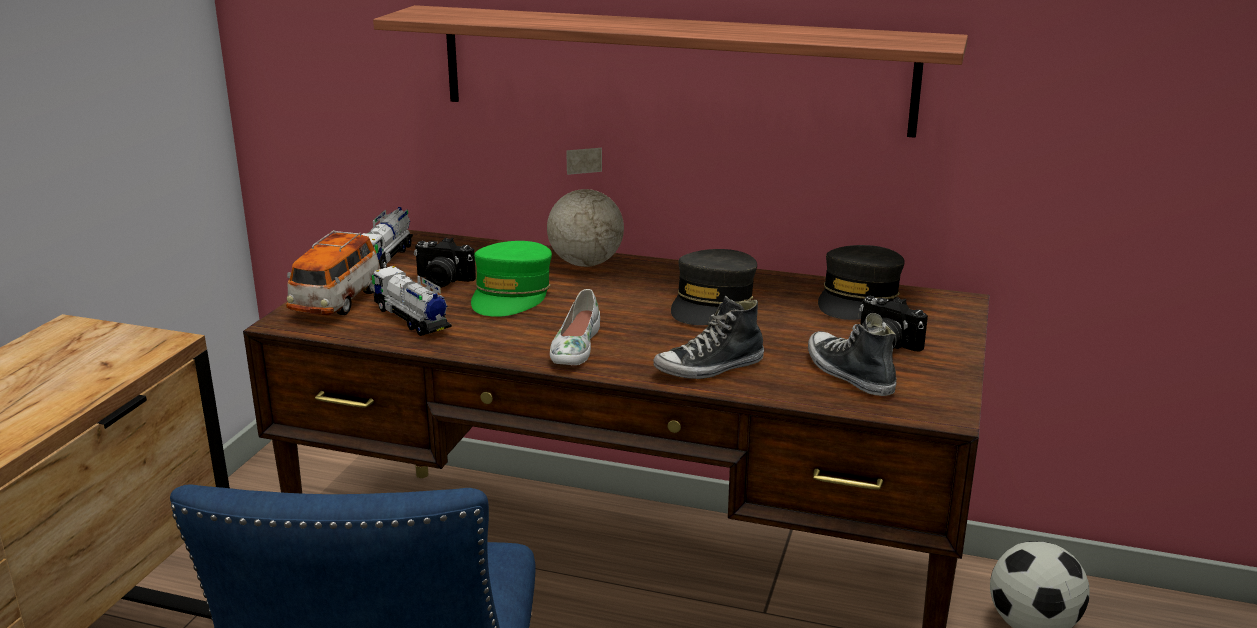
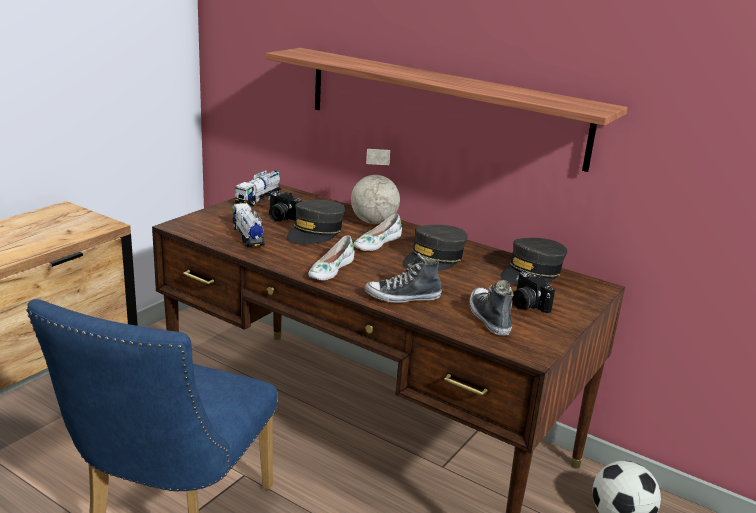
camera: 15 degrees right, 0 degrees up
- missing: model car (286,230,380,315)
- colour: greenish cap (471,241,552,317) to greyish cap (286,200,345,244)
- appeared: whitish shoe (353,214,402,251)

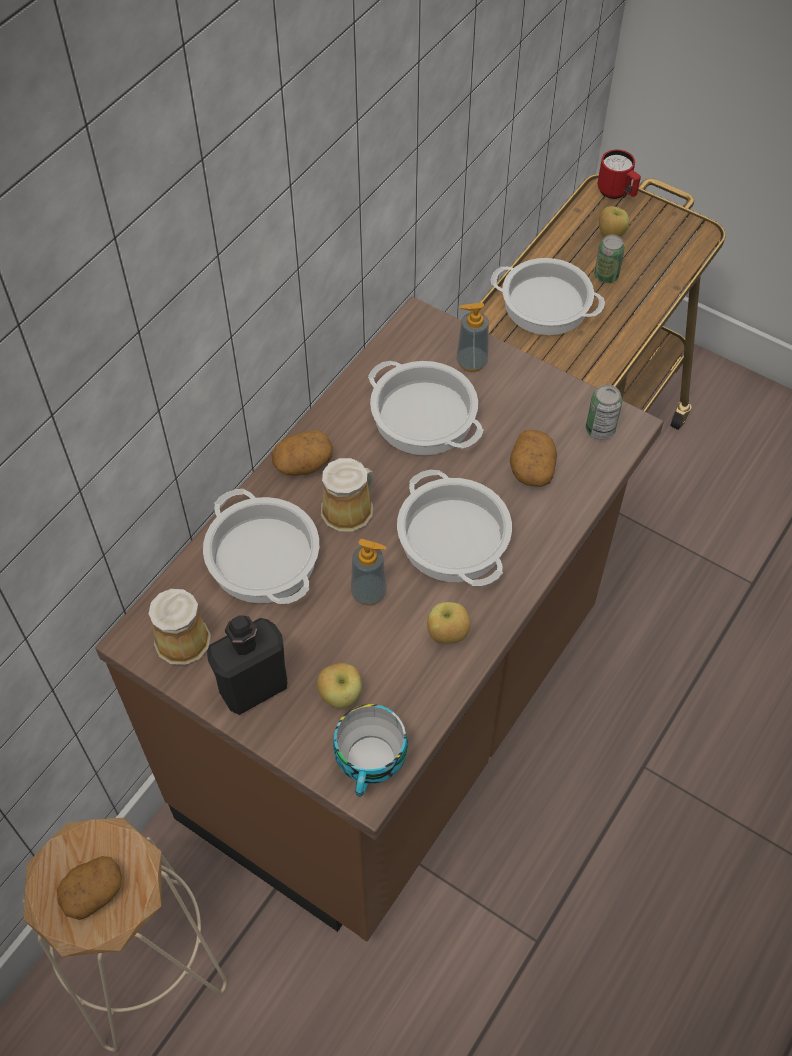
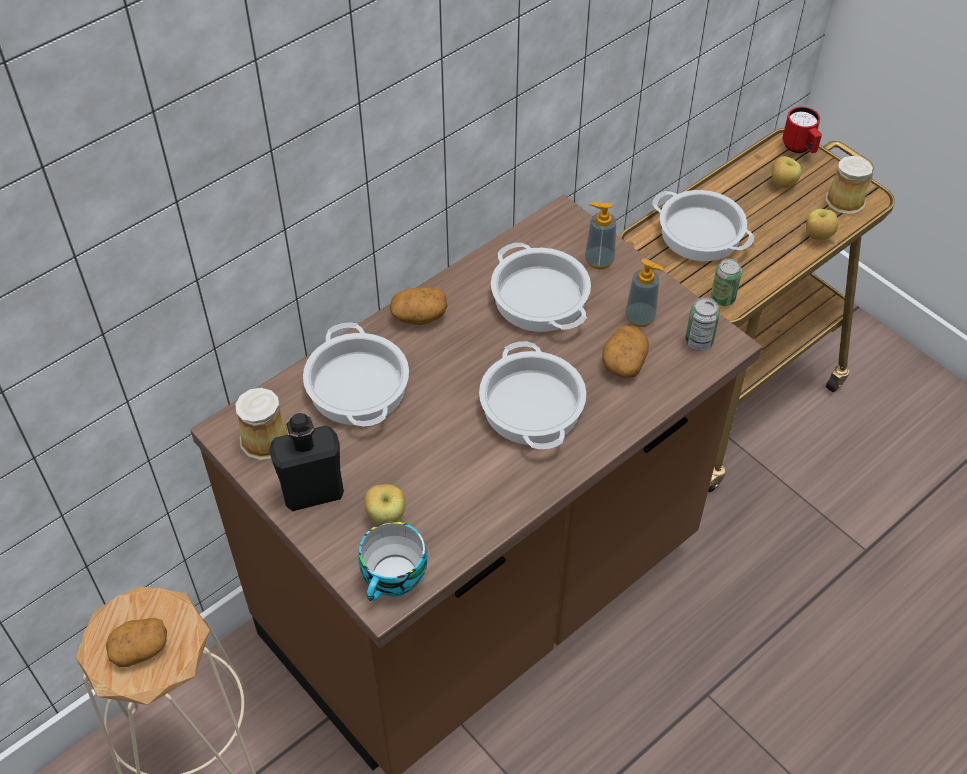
camera: 15 degrees right, 5 degrees down
- relocated: mug (321,458,374,531) to (826,156,873,214)
- relocated: liquid soap bottle (351,539,387,606) to (625,258,664,327)
- relocated: apple fruit (427,602,470,644) to (806,209,838,240)
- relocated: can (594,235,625,283) to (711,259,742,306)

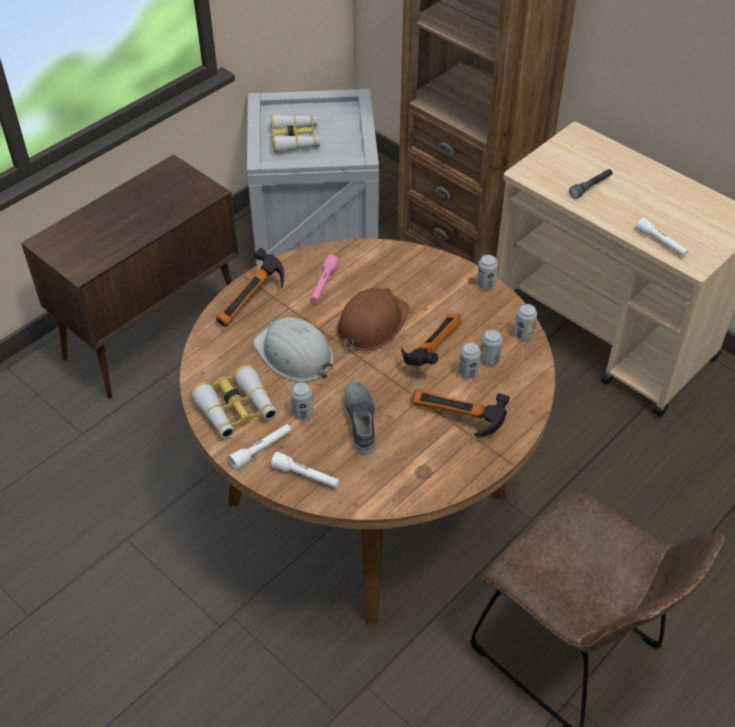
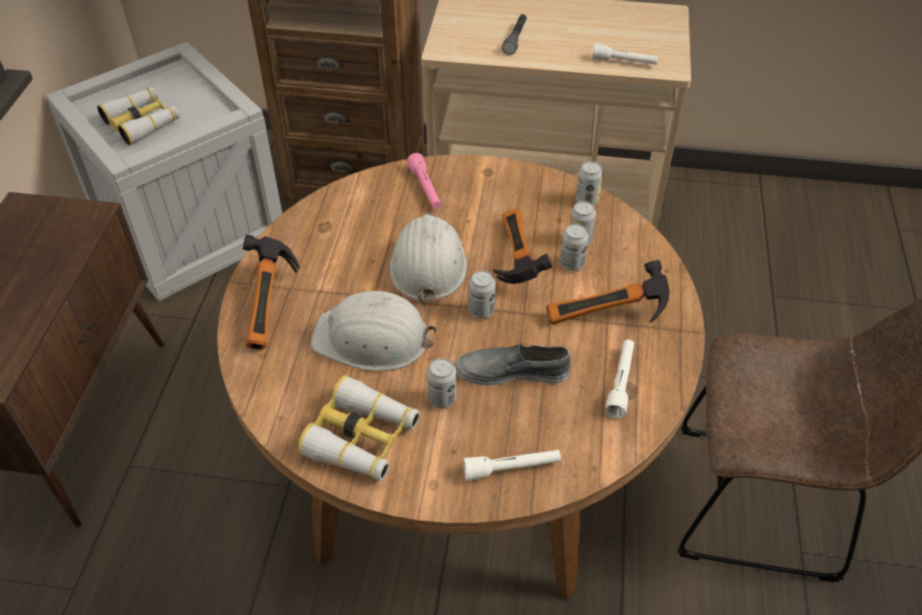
camera: 35 degrees left, 0 degrees up
- relocated: whitish torch (228,424,291,470) to (605,339,634,419)
- relocated: pink-coloured torch (310,255,339,303) to (407,153,441,209)
- colour: brown-coloured safety helmet (336,288,410,351) to whitish safety helmet (389,213,467,305)
- spun: greyish shoe (344,381,375,454) = (455,343,571,386) 45 degrees counterclockwise
- relocated: can (477,254,498,290) to (469,270,496,319)

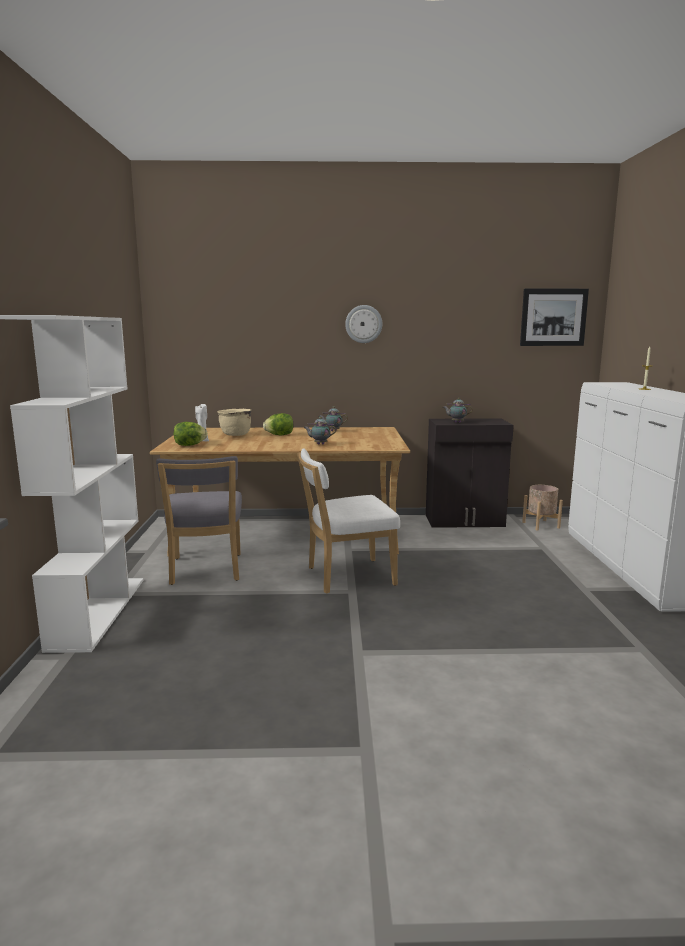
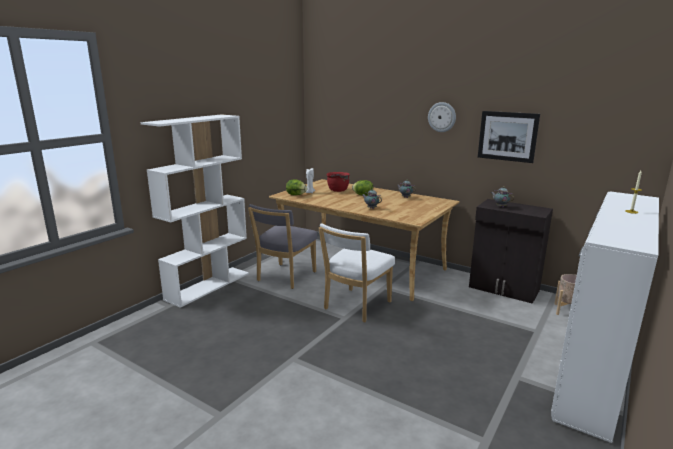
camera: 35 degrees right, 5 degrees up
- colour: beige-coloured cooking pot (217,409,251,436) to red-coloured cooking pot (326,172,350,192)
- spun: whitish chair (297,448,400,594) = (318,223,395,323) 75 degrees counterclockwise
- relocated: picture (520,289,589,346) to (478,111,540,163)

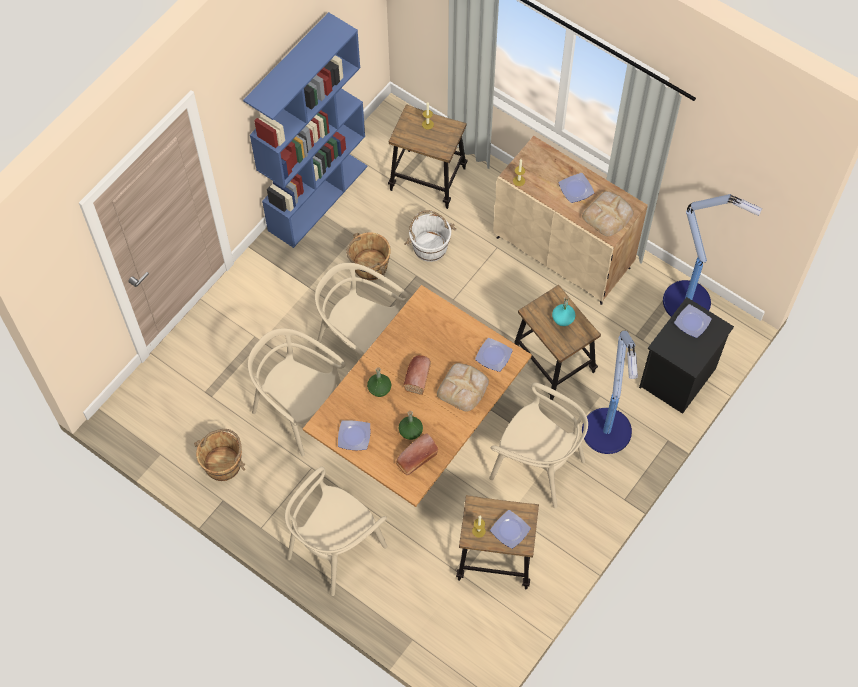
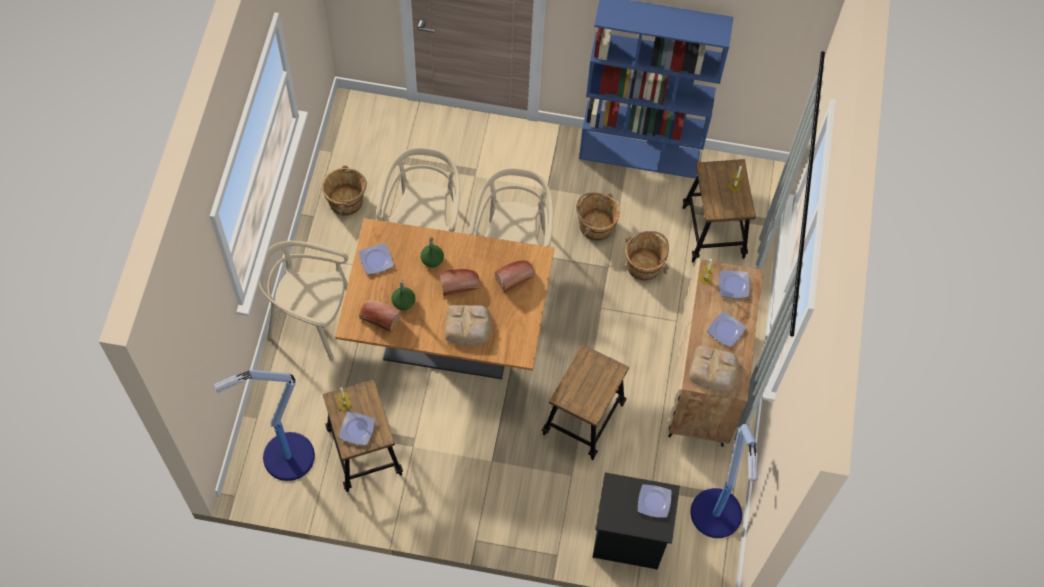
camera: 60 degrees right, 0 degrees up
- colour: whitish pail (405,210,457,262) to brown-coloured pail (624,231,669,281)
- relocated: plate (475,338,513,372) to (719,270,750,298)
- missing: beige-coloured chair (489,382,588,508)
- missing: blue-green beverage bottle (552,296,575,326)
- relocated: floor lamp (582,330,638,454) to (214,370,315,481)
- appeared: bread (495,260,535,293)

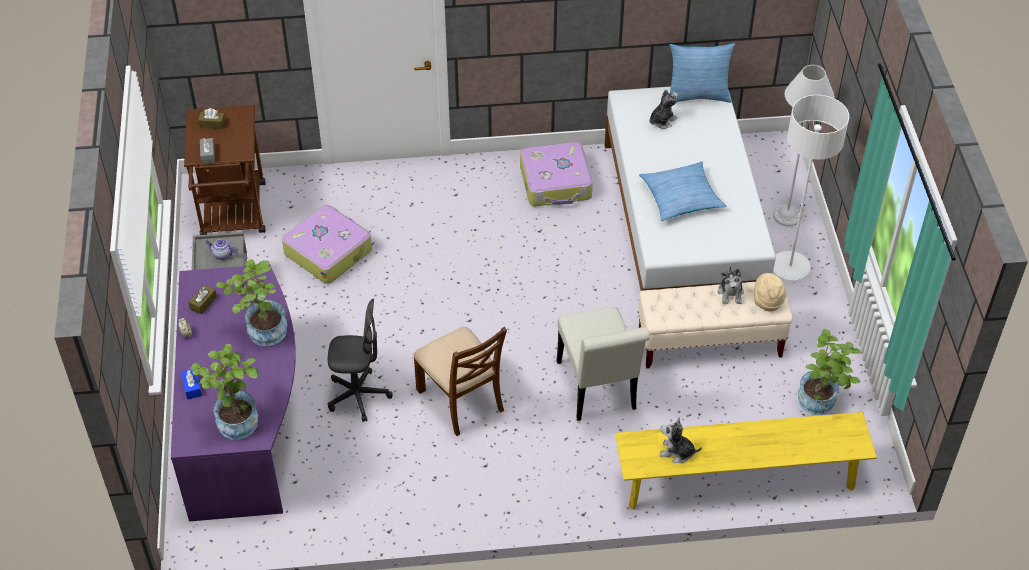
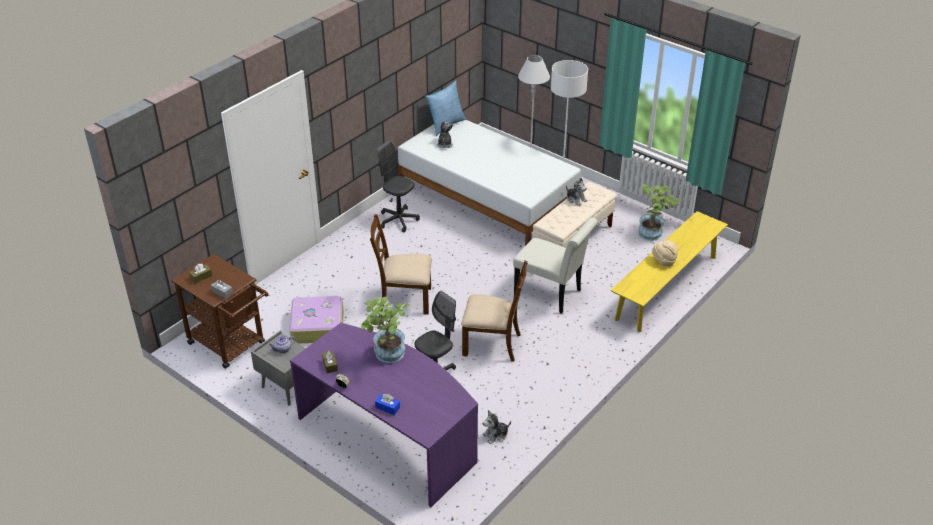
camera: 45 degrees left, 10 degrees down
- missing: potted plant (190,344,259,440)
- exchanged: piece of luggage (520,142,593,206) to greyish desk chair (377,140,420,232)
- missing: pillow (639,161,727,221)
- relocated: cuddly toy (660,417,702,463) to (482,410,511,444)
- relocated: beige-coloured wearable hat (754,273,787,311) to (652,240,678,266)
- appeared: brown-coloured chair (370,214,432,314)

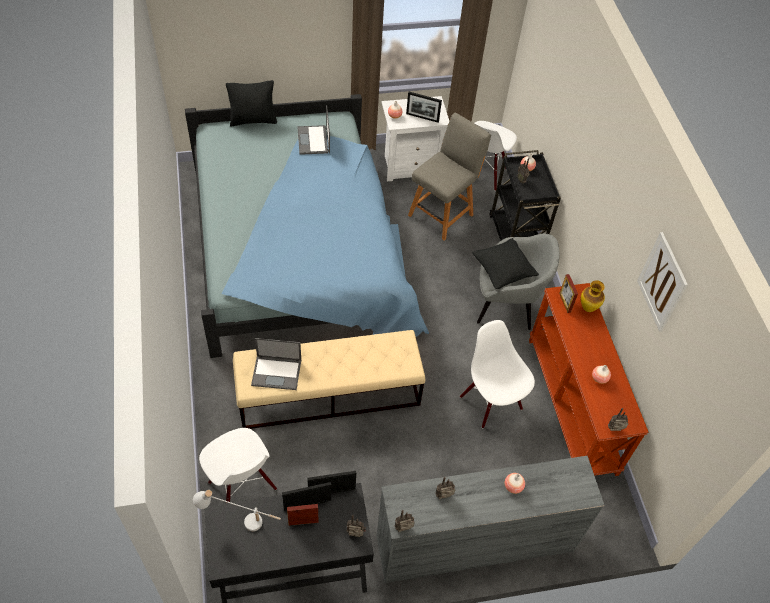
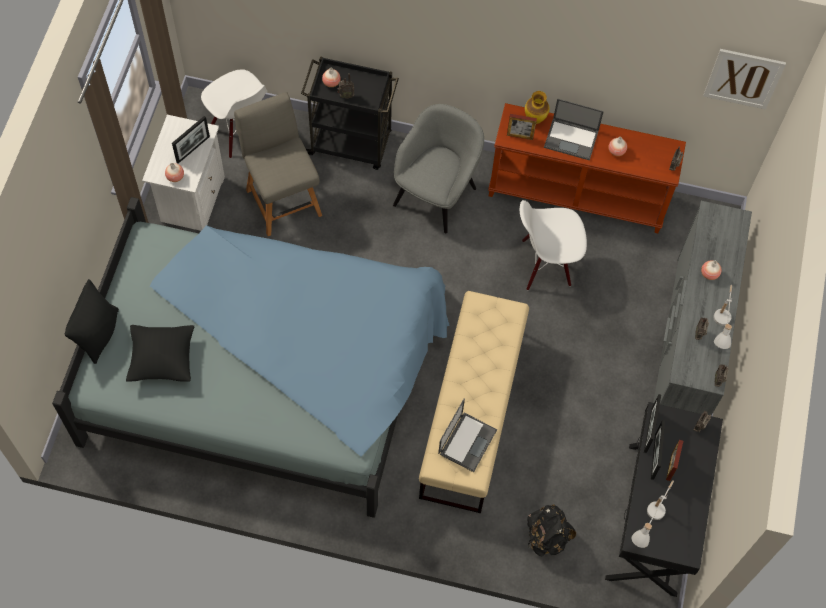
camera: 65 degrees left, 10 degrees up
- exchanged: whitish chair (199,428,277,503) to blackish knapsack (527,504,576,556)
- relocated: laptop (297,105,330,155) to (544,99,604,161)
- relocated: blackish pillow (472,238,539,289) to (126,325,195,382)
- relocated: picture (637,232,688,332) to (703,49,786,110)
- appeared: whitish lamp for a table (714,285,732,349)

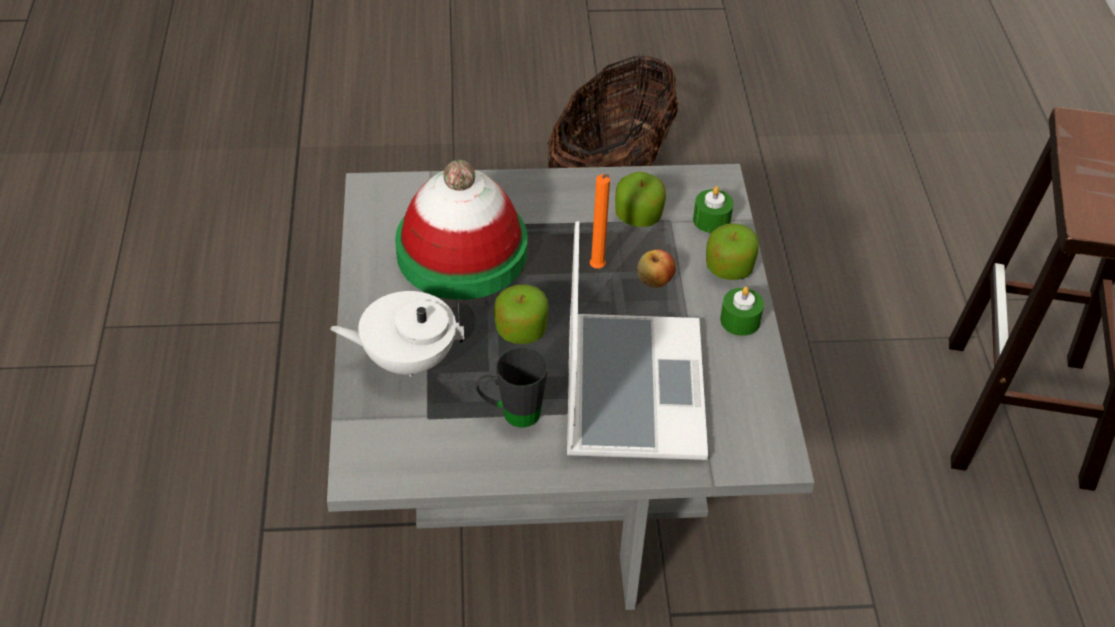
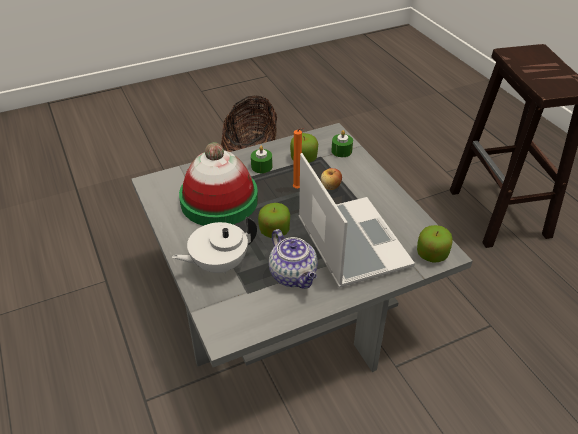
camera: 20 degrees left, 5 degrees down
- exchanged: blackish mug (476,347,548,428) to tea pot (269,229,318,289)
- relocated: apple fruit (706,223,759,280) to (417,225,453,263)
- relocated: greenish candle (720,287,764,336) to (251,146,273,173)

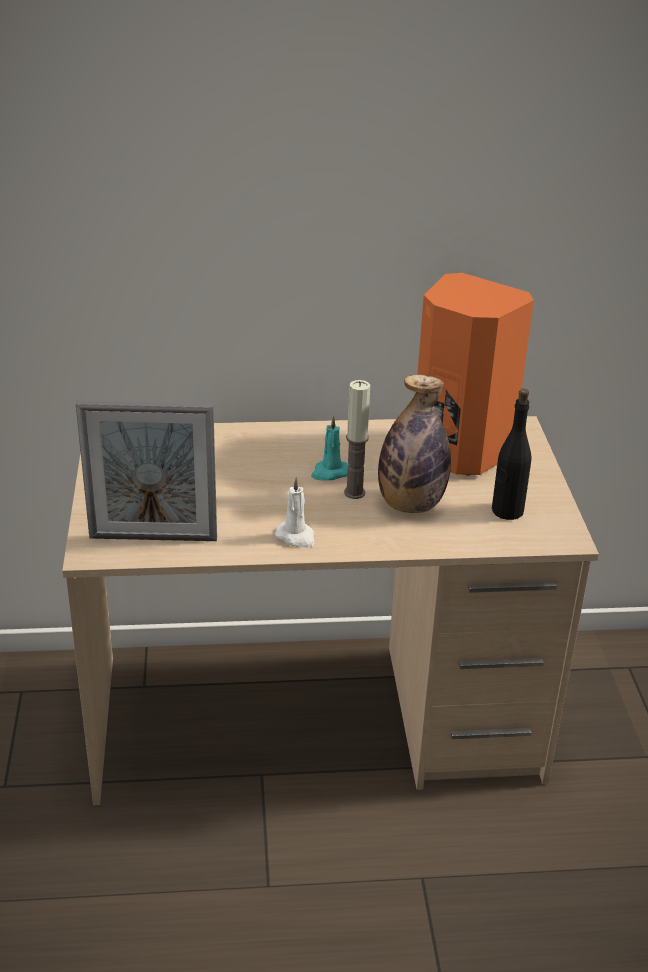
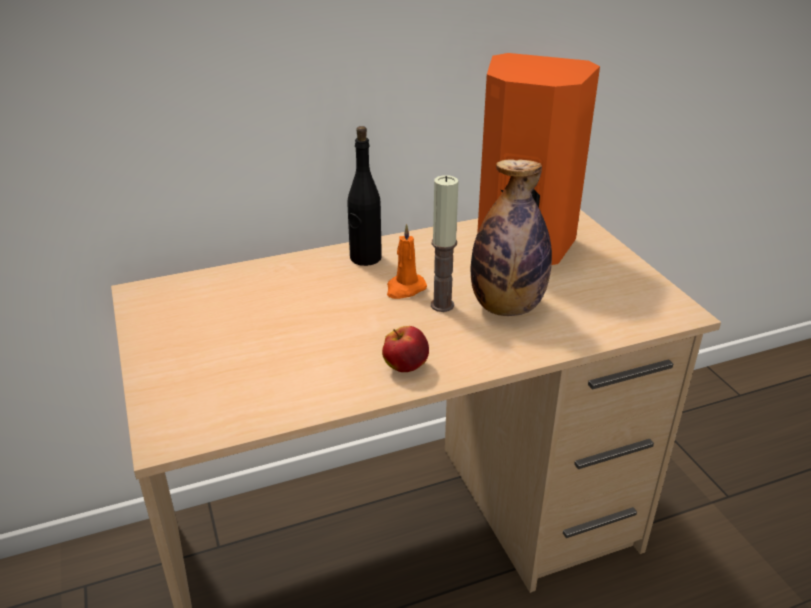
camera: 15 degrees left, 0 degrees up
- missing: standing frame (76,401,217,541)
- exchanged: whitish candle (275,477,314,548) to apple fruit (382,326,429,372)
- colour: blue-green candle (311,416,349,480) to orangey candle (387,224,427,299)
- relocated: blackish beverage bottle (492,389,532,520) to (347,126,382,266)

